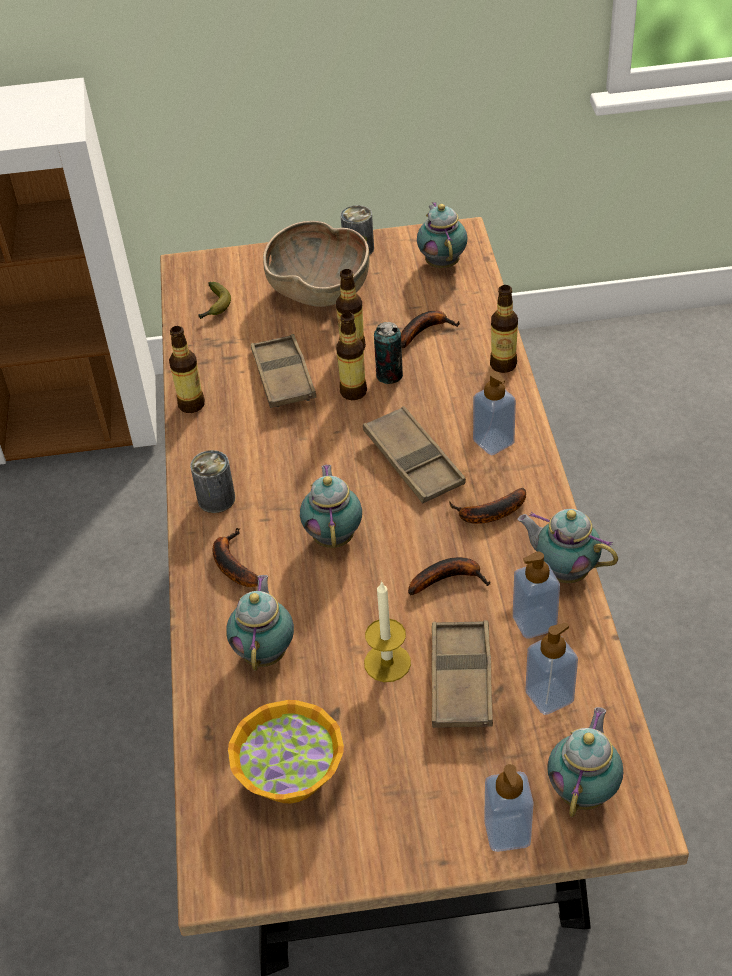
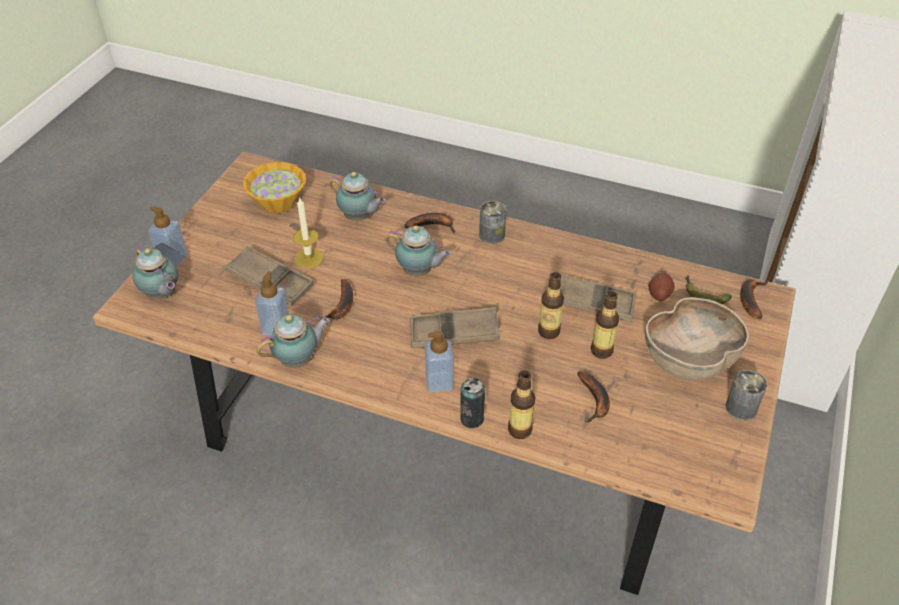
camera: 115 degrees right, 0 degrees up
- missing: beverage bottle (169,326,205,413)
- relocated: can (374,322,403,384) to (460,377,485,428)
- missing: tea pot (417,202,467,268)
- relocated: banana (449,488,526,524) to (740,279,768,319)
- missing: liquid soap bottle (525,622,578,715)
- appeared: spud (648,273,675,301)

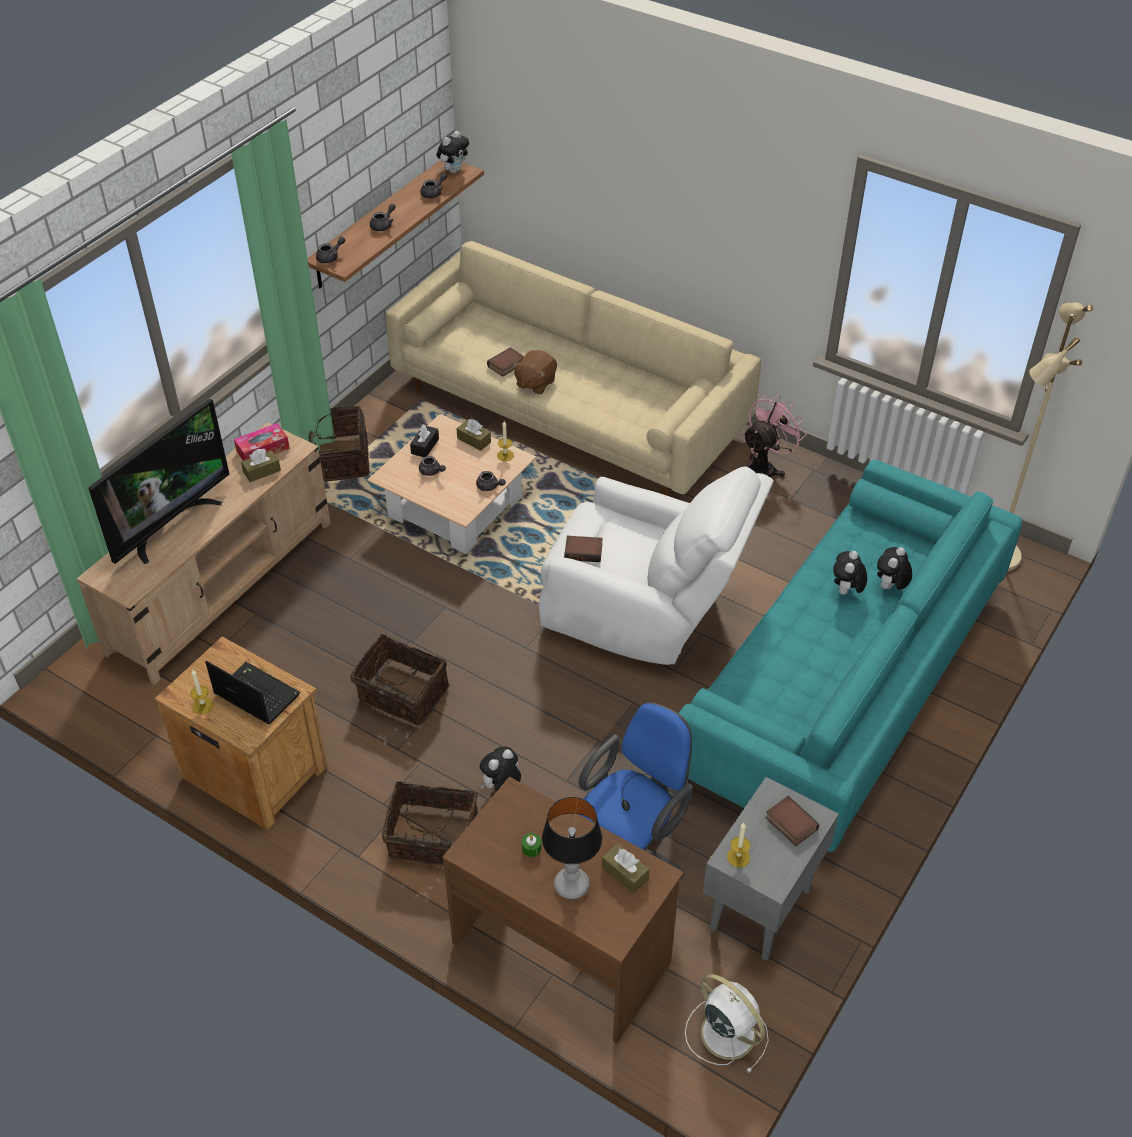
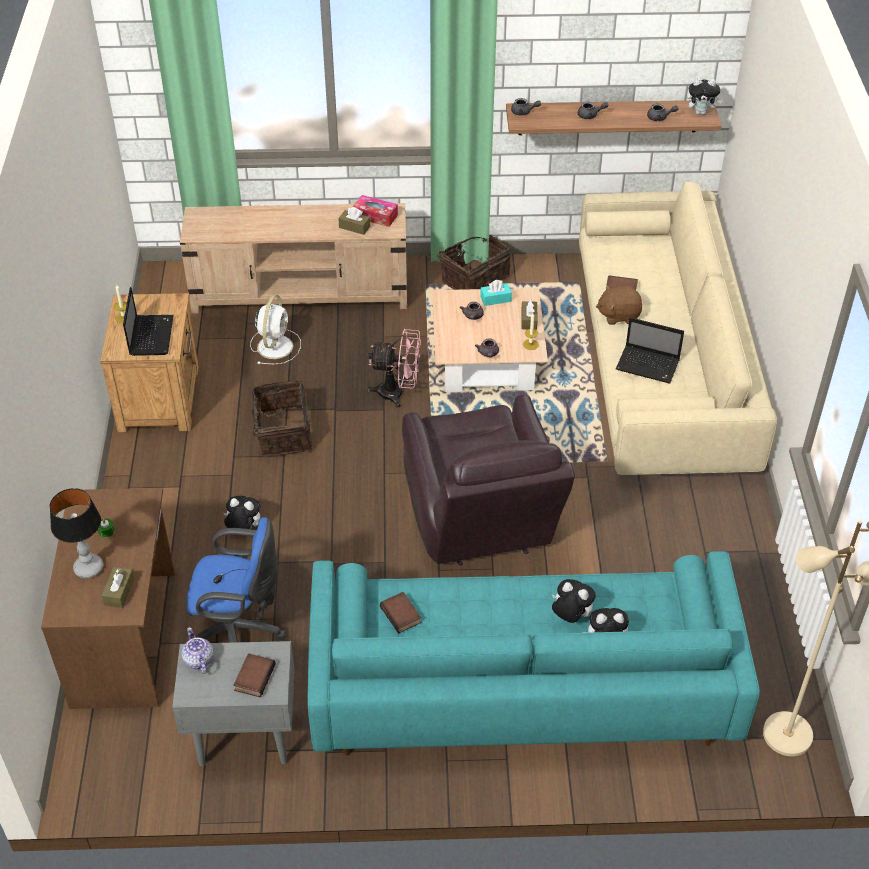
camera: 55 degrees right, 0 degrees up
- missing: television (88,399,229,564)
- missing: household basket (382,781,478,866)
- colour: blackish tissue box (410,424,439,457) to blue-green tissue box (480,280,512,306)
- colour: whitish lounge chair (539,467,774,665) to brown-coloured lounge chair (402,395,575,566)
- relocated: book (564,536,603,562) to (380,592,421,634)
- relocated: whitish fan (685,974,769,1073) to (250,295,301,364)
- exchanged: candle (727,823,750,867) to tea pot (182,627,214,674)
- relocated: pink-coloured fan (743,394,806,477) to (367,329,421,408)
- spun: cuddly toy (833,551,867,595) = (552,579,596,623) 45 degrees clockwise
- appeared: laptop (616,317,684,384)

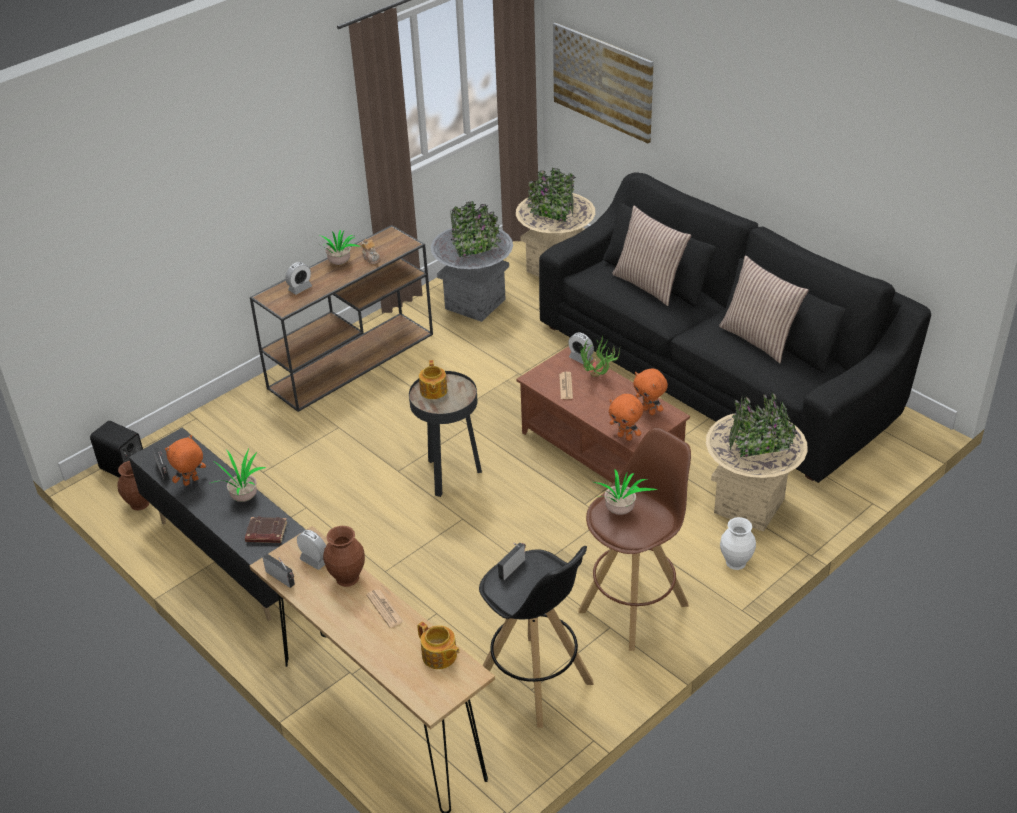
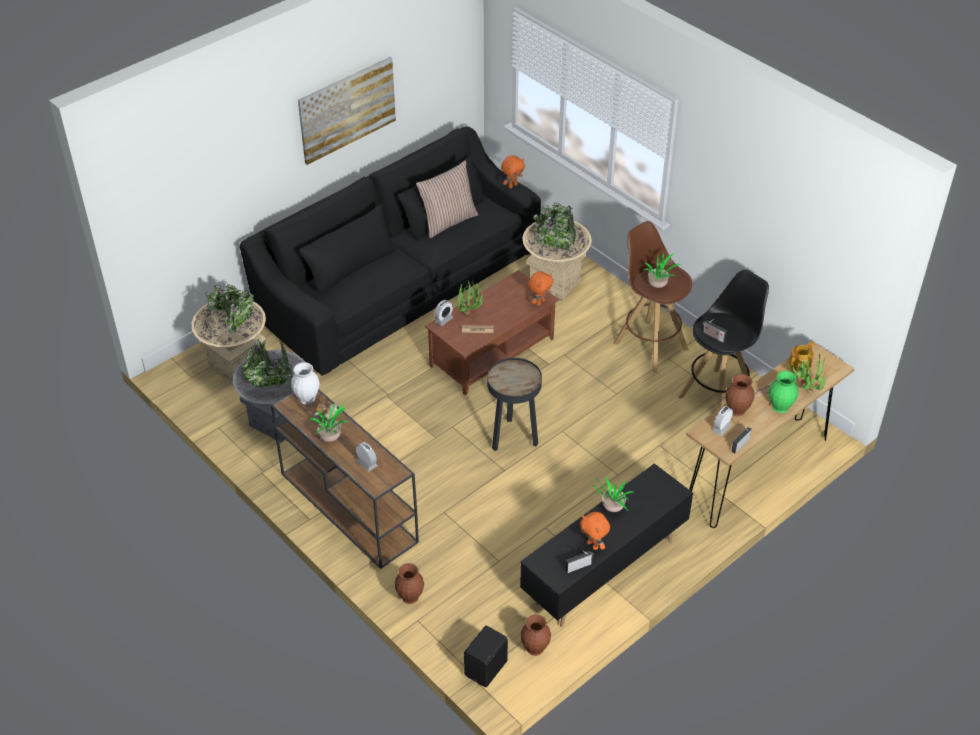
camera: 90 degrees left, 5 degrees up
- missing: brown-coloured book (245,517,287,543)
- missing: tea pot (419,360,448,399)
- relocated: picture (553,22,654,143) to (298,57,396,165)
- missing: pillow (612,206,692,306)
- relocated: orangey cuddly toy (633,369,668,415) to (501,155,525,188)
- relocated: whitish decorative vase (720,517,756,570) to (291,362,320,404)
- appeared: brown-coloured decorative vase (395,563,424,604)
- appeared: greenish decorative vase (769,371,798,413)
- appeared: potted plant (792,354,826,394)

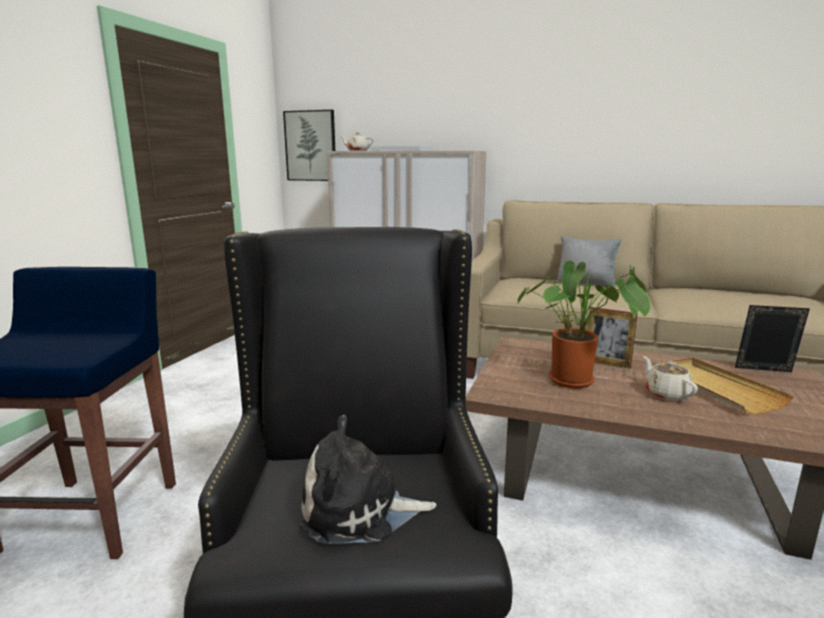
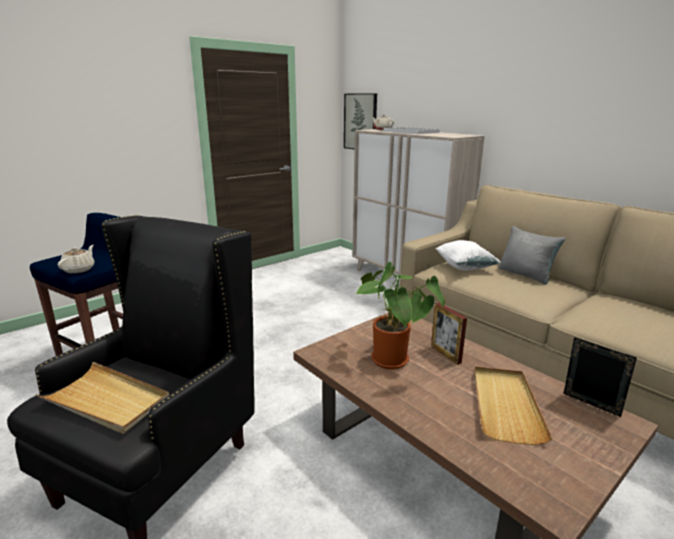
camera: 30 degrees right, 5 degrees up
- exchanged: cuddly toy (300,415,436,544) to beige-coloured carrying tray (35,362,169,434)
- relocated: beige-coloured tea pot (643,356,698,401) to (58,245,94,273)
- appeared: whitish pillow (435,240,501,270)

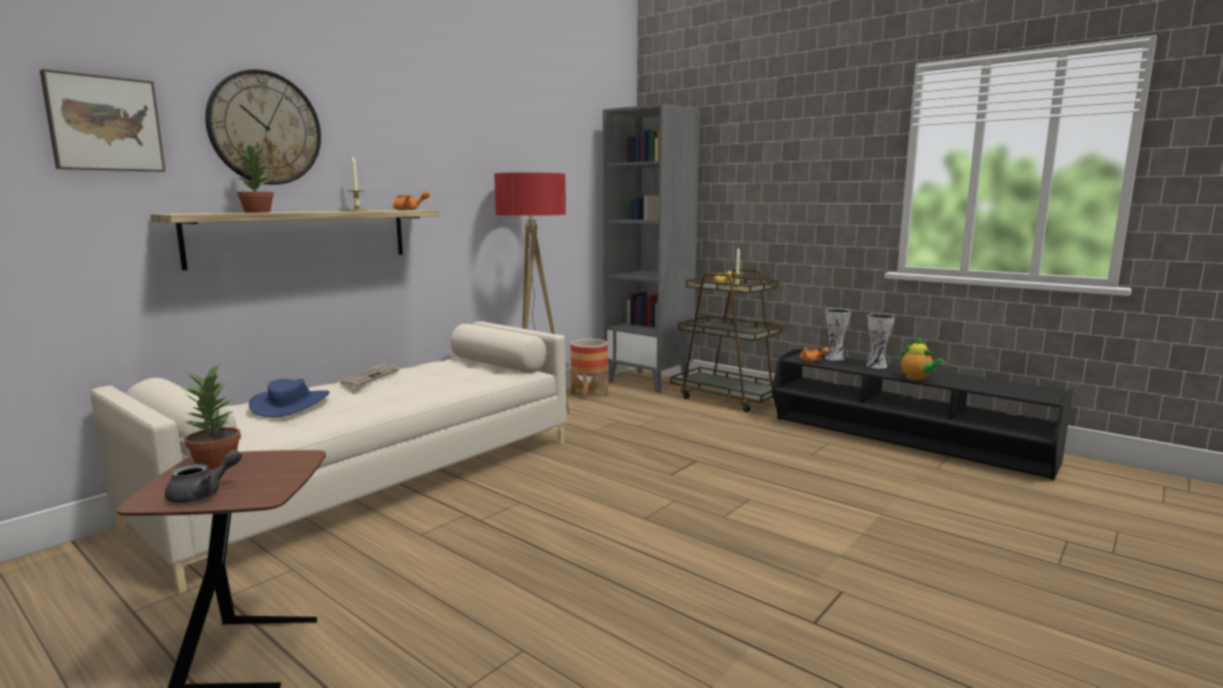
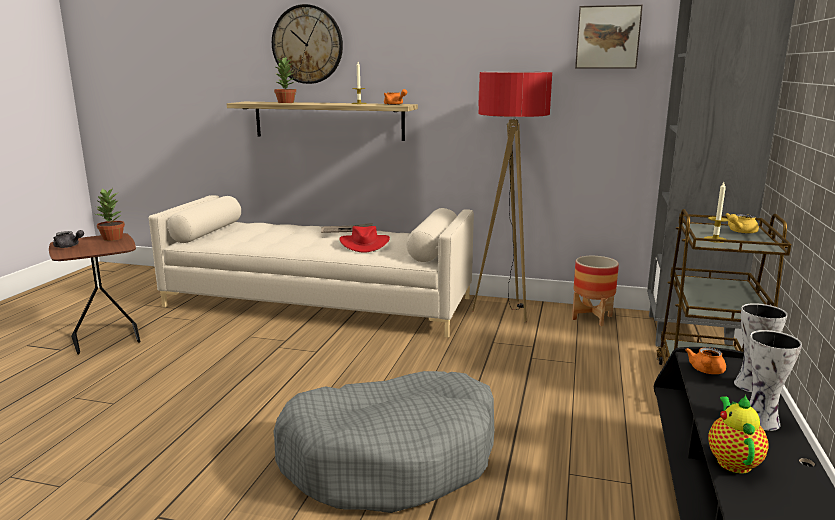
camera: 65 degrees right, 5 degrees up
- relocated: picture (40,69,165,172) to (575,5,643,69)
- missing: blue wearable hat (249,379,330,418)
- spun: tea pot (900,338,946,380) = (708,394,769,473) 150 degrees clockwise
- appeared: greyish pet bed (273,371,495,513)
- appeared: red-coloured wearable hat (339,226,390,253)

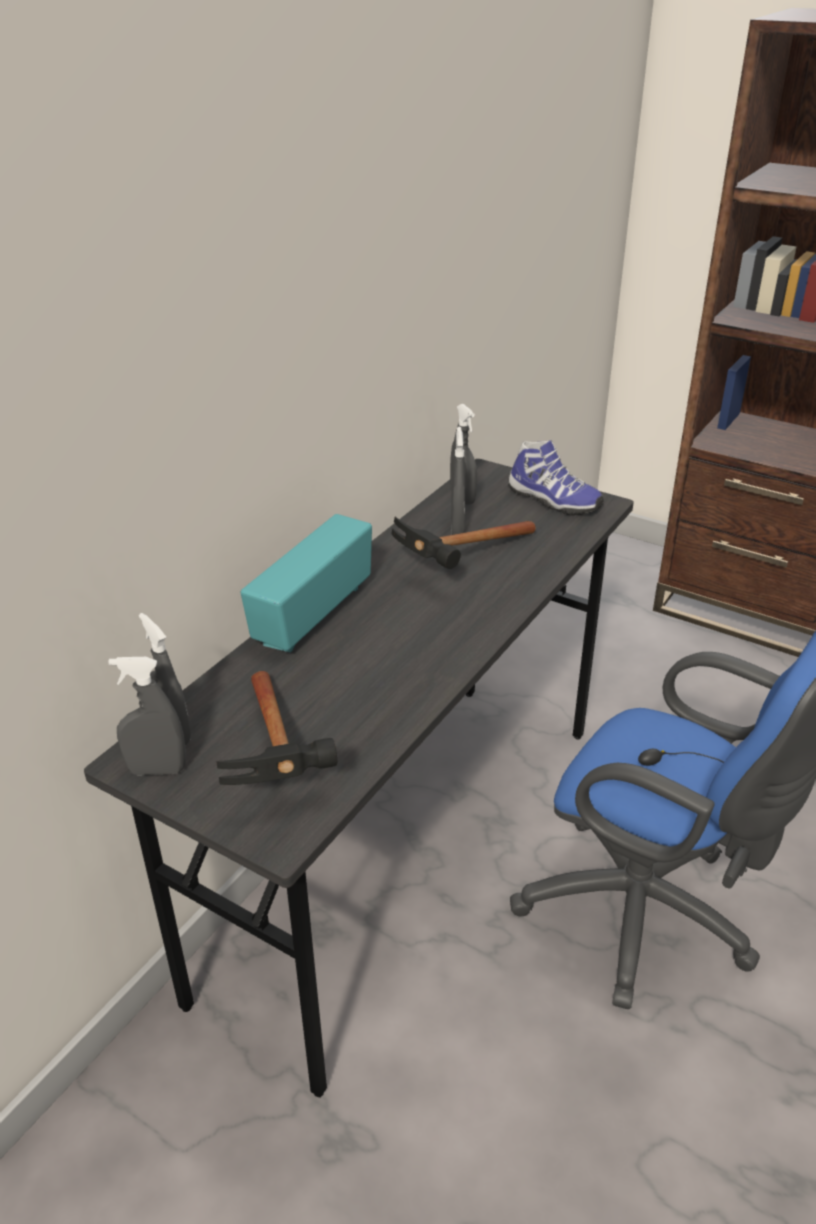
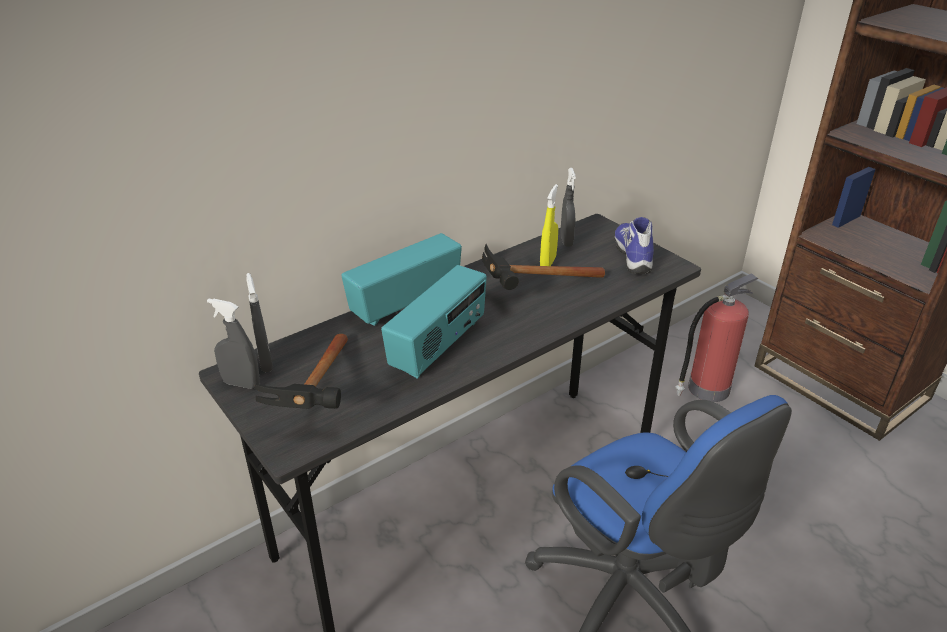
camera: 20 degrees right, 0 degrees up
- colour: greyish spray bottle (451,427,465,535) to yellow spray bottle (540,184,558,266)
- spun: shoe (508,440,604,516) = (615,217,654,274) 150 degrees counterclockwise
- appeared: radio set (381,265,487,379)
- appeared: fire extinguisher (676,273,758,402)

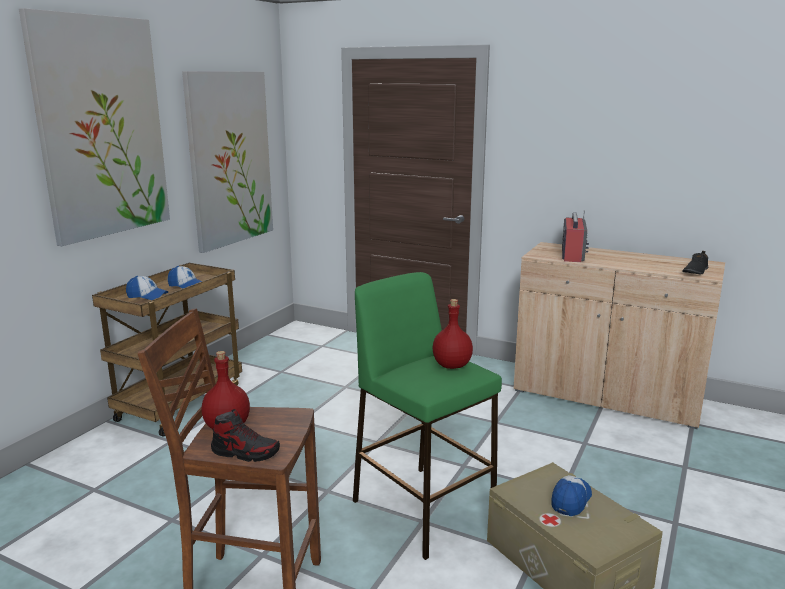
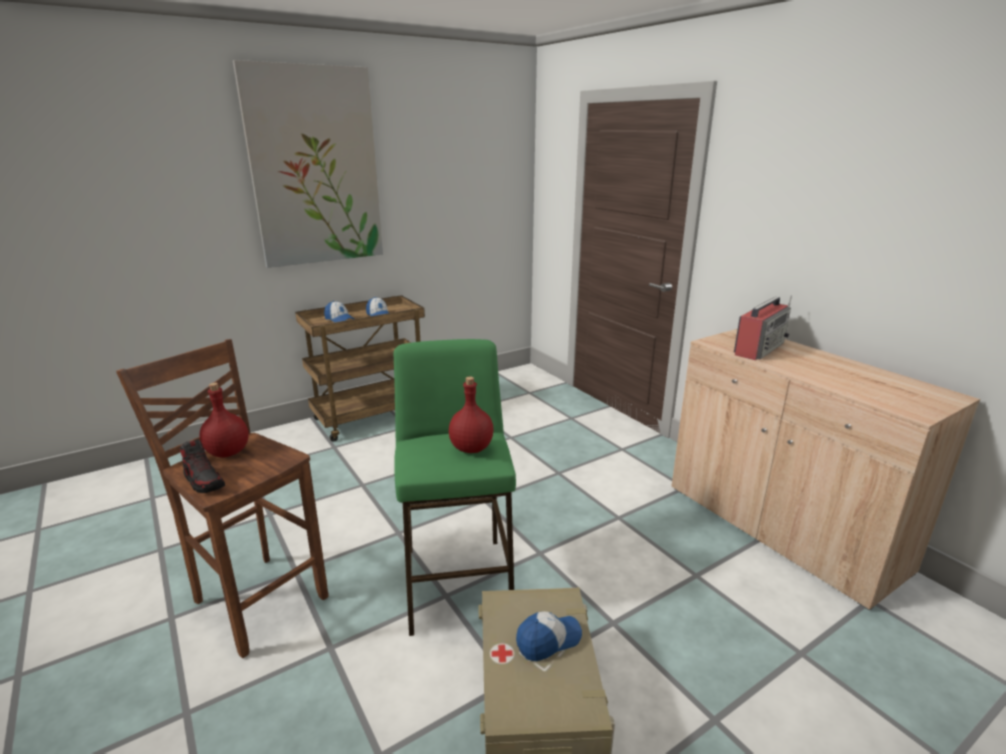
camera: 30 degrees right, 5 degrees up
- missing: picture (182,71,273,253)
- missing: blackish shoe (682,251,709,275)

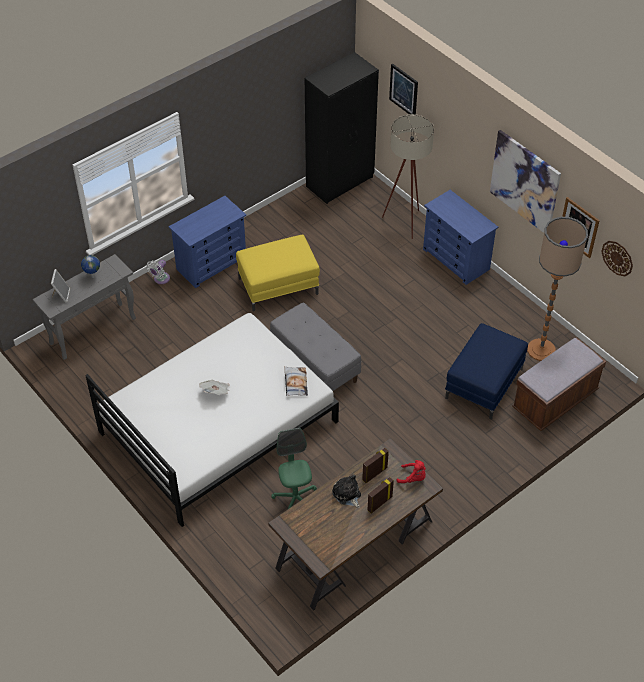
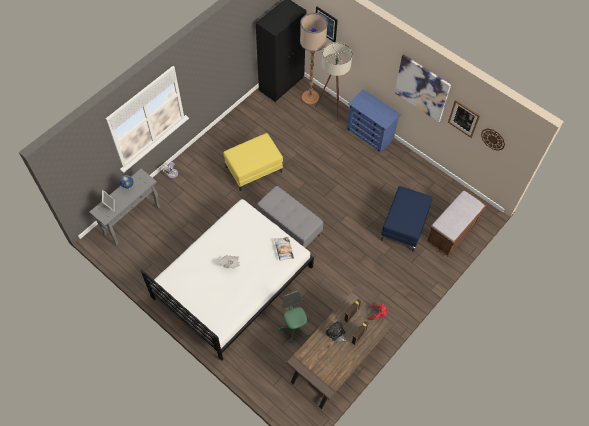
camera: 10 degrees left, 10 degrees up
- missing: blue chest of drawers (169,196,246,288)
- relocated: floor lamp (527,217,588,361) to (300,13,328,105)

